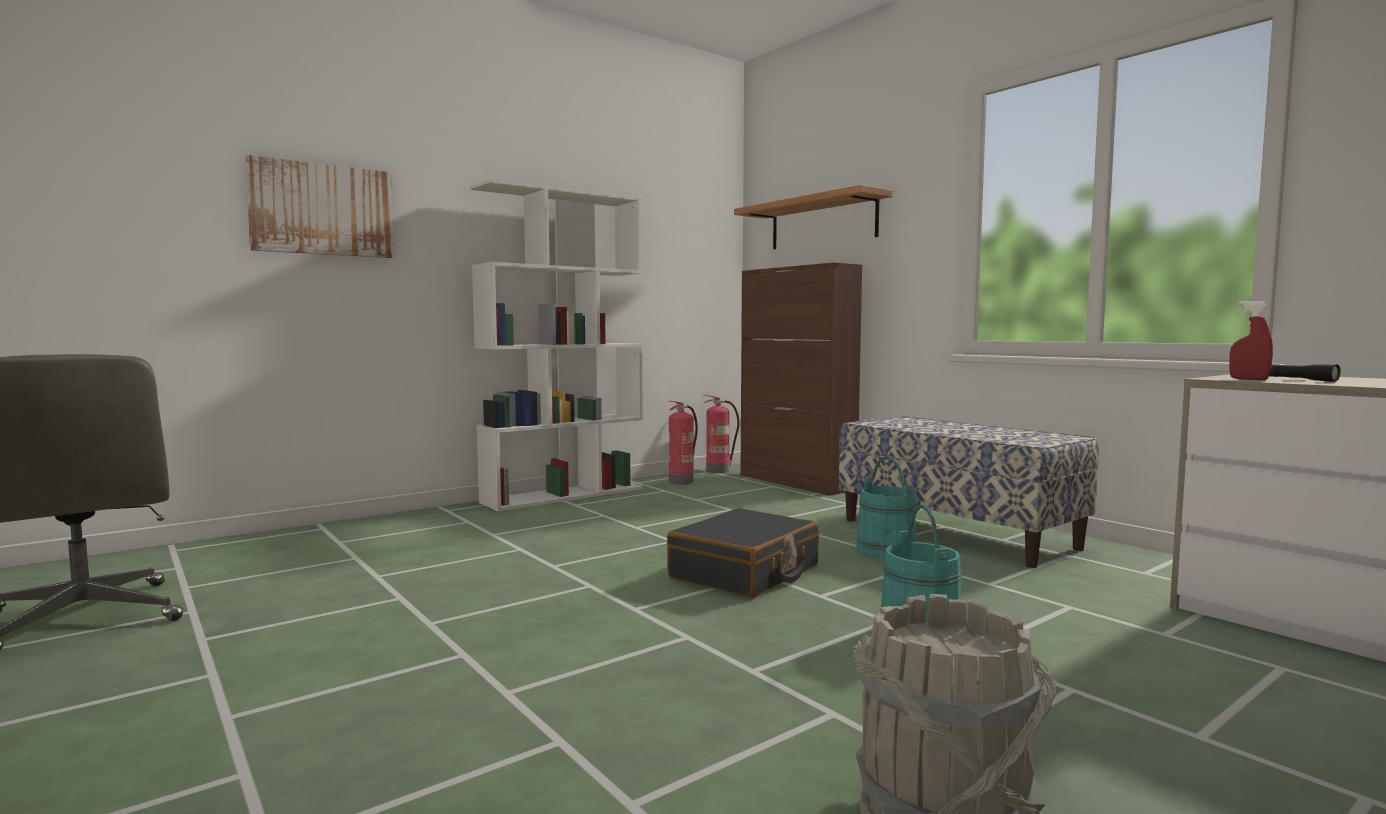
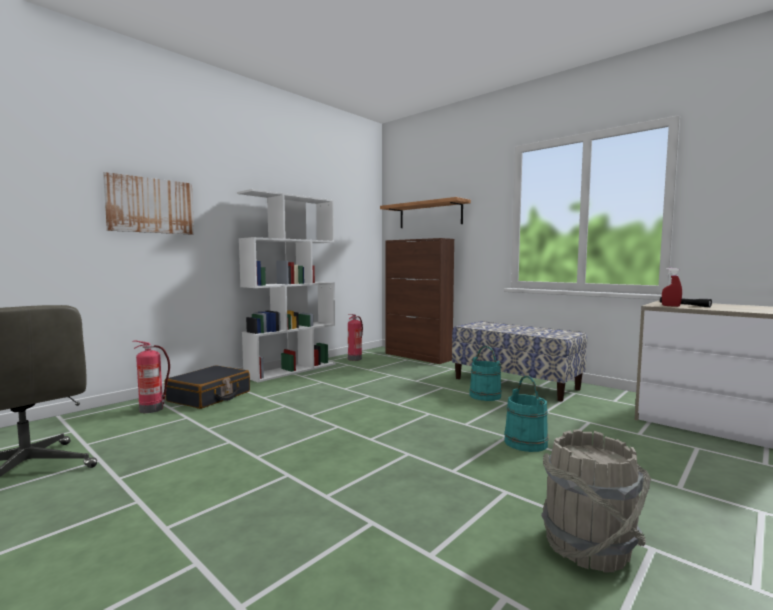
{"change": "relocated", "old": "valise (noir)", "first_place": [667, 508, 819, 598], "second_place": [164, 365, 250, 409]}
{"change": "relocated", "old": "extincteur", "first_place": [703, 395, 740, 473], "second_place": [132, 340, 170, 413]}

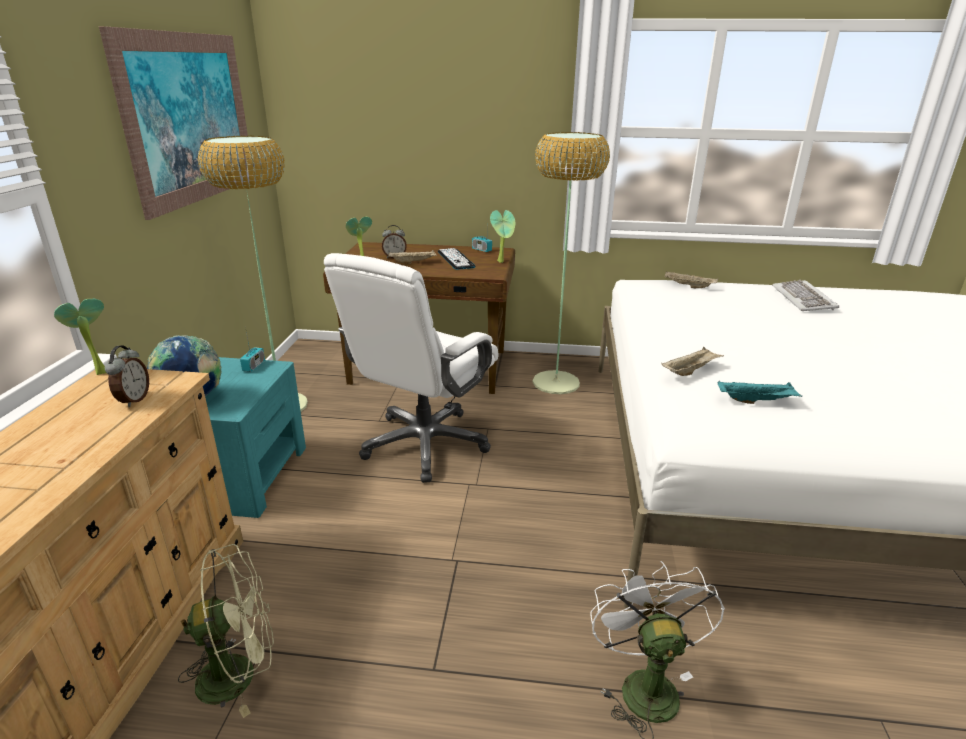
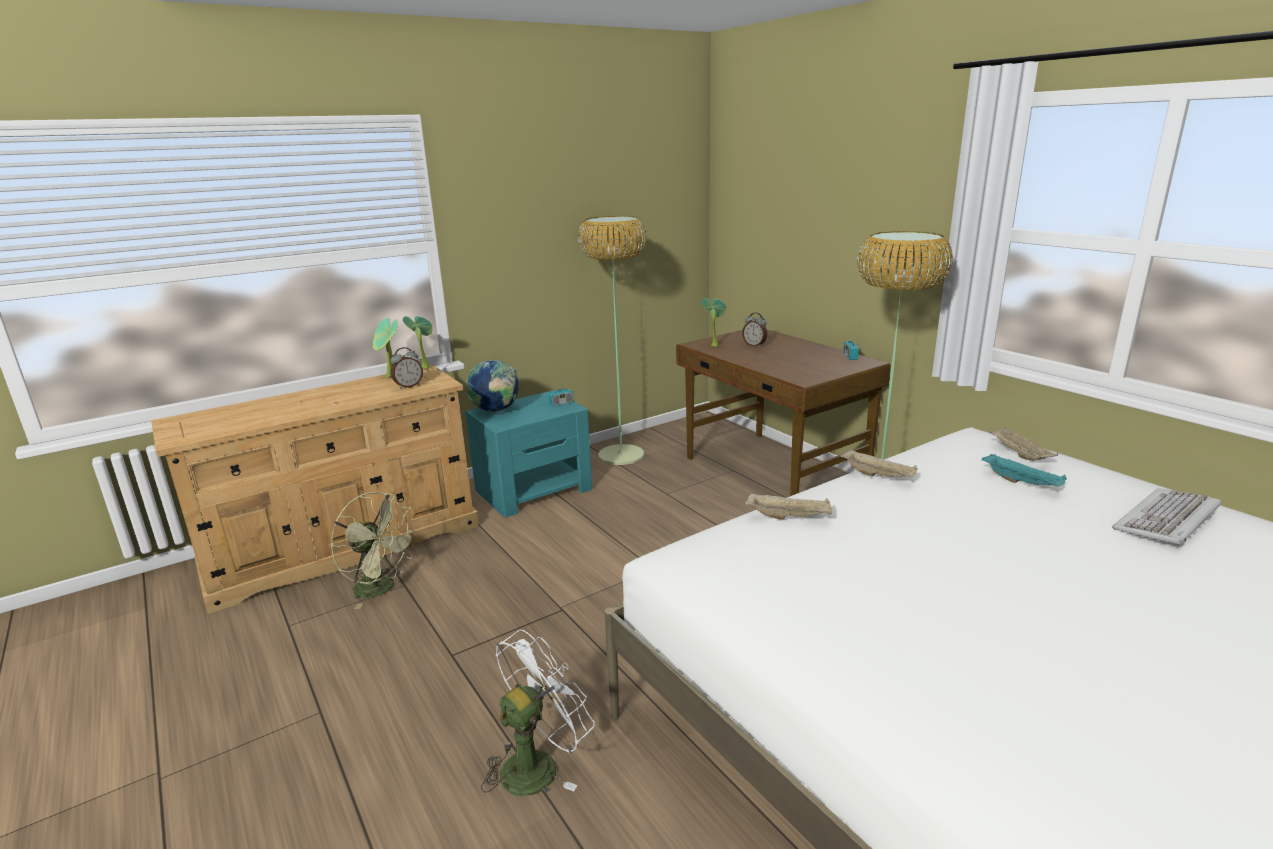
{"change": "missing", "old": "tableau", "first_place": [99, 26, 250, 220]}
{"change": "missing", "old": "chaise de bureau (blanc)", "first_place": [324, 253, 498, 483]}
{"change": "missing", "old": "clavier", "first_place": [438, 248, 476, 270]}
{"change": "relocated", "old": "plateau (beige)", "first_place": [388, 250, 437, 264], "second_place": [840, 449, 918, 477]}
{"change": "relocated", "old": "plante en pot", "first_place": [490, 210, 515, 263], "second_place": [373, 318, 398, 378]}
{"change": "relocated", "old": "plateau (turquoise)", "first_place": [718, 381, 803, 404], "second_place": [982, 454, 1067, 487]}

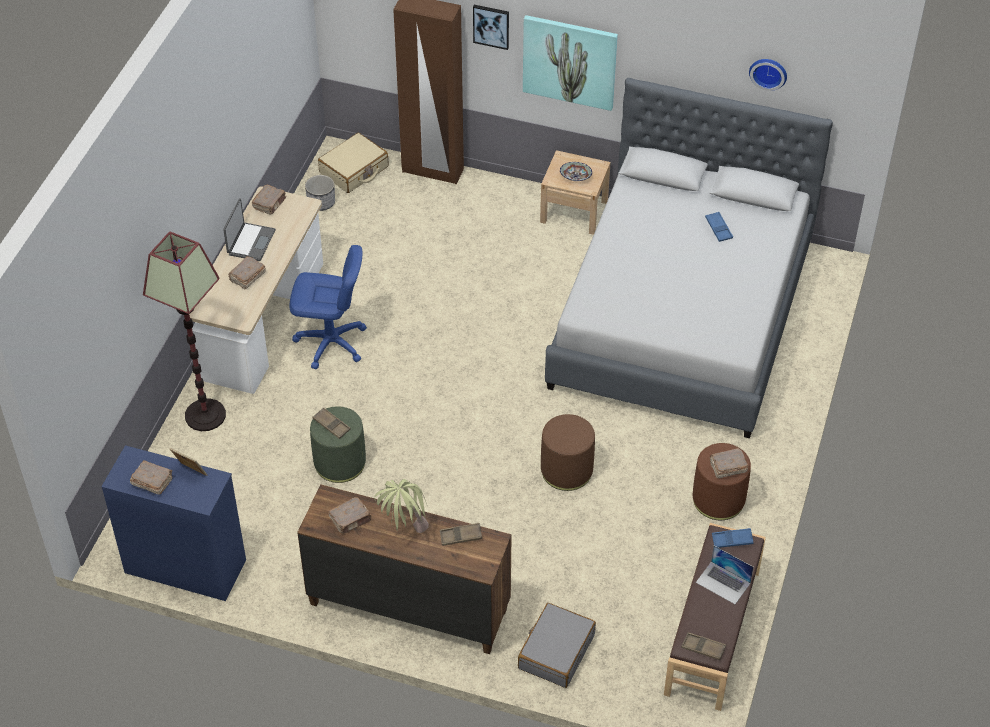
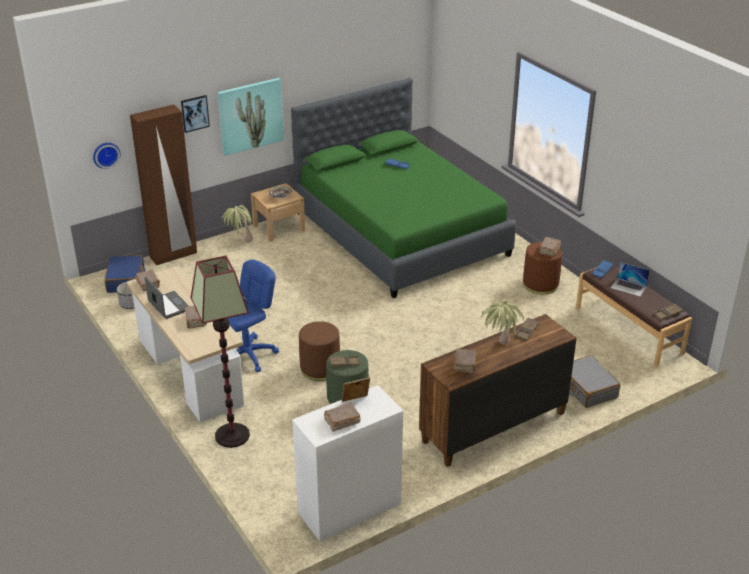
{"change": "appeared", "new": "plante en pot", "second_place": [221, 205, 253, 242]}
{"change": "relocated", "old": "pouf (marron)", "first_place": [541, 414, 595, 491], "second_place": [299, 321, 340, 381]}
{"change": "relocated", "old": "horloge murale", "first_place": [749, 59, 787, 91], "second_place": [93, 143, 120, 169]}
{"change": "colour", "old": "commode (bleu)", "new": "commode (blanc)", "first_place": [101, 445, 246, 601], "second_place": [292, 385, 404, 541]}
{"change": "colour", "old": "valise (beige)", "new": "valise (bleu)", "first_place": [318, 133, 388, 193], "second_place": [105, 255, 145, 293]}
{"change": "colour", "old": "lit (gris)", "new": "lit (vert)", "first_place": [545, 78, 833, 438], "second_place": [291, 78, 516, 298]}
{"change": "spun", "old": "ordinateur portable", "first_place": [696, 546, 754, 604], "second_place": [611, 262, 650, 296], "degrees": 45}

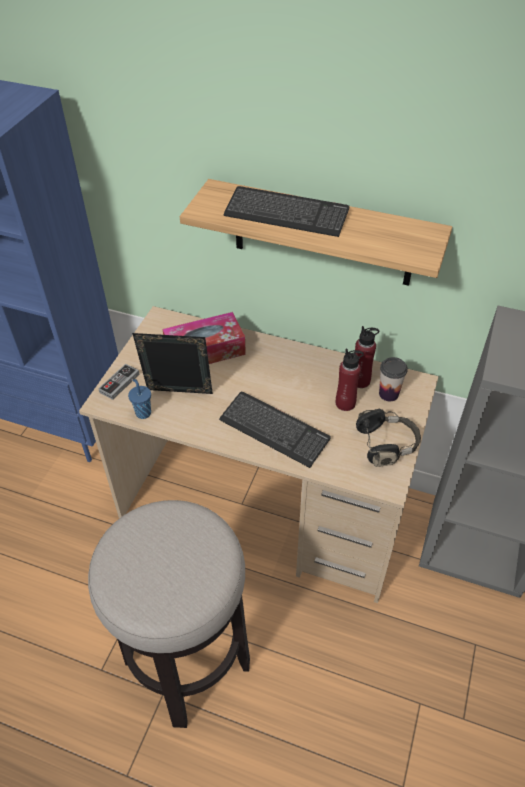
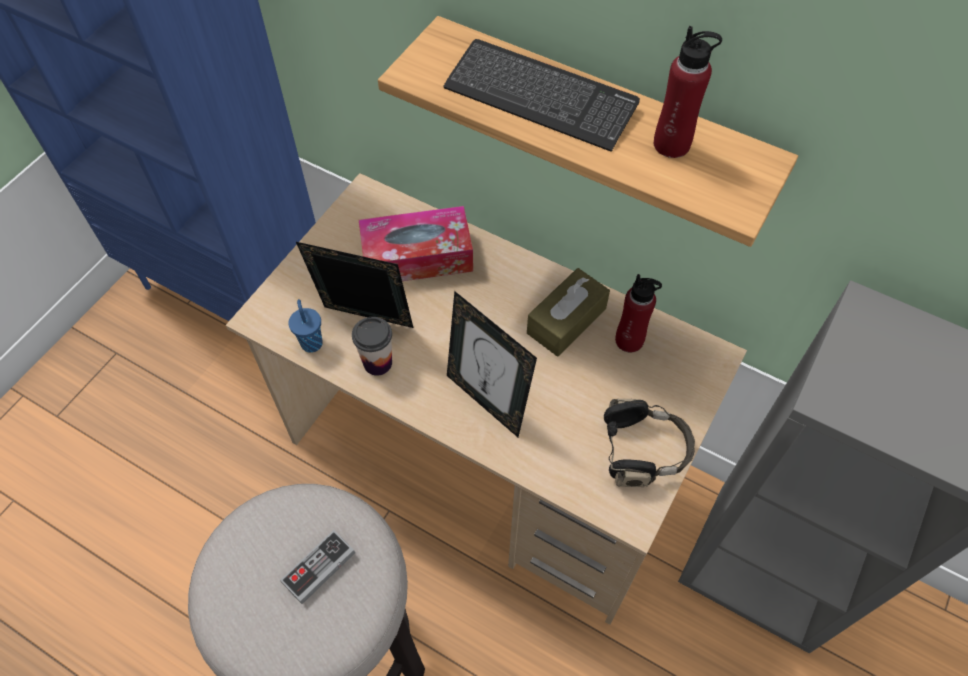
{"change": "appeared", "new": "boîte à mouchoirs (marron)", "second_place": [527, 268, 610, 357]}
{"change": "relocated", "old": "manette", "first_place": [98, 364, 140, 400], "second_place": [280, 530, 355, 604]}
{"change": "relocated", "old": "bouteille (rouge)", "first_place": [336, 349, 364, 411], "second_place": [654, 26, 722, 158]}
{"change": "relocated", "old": "tasse", "first_place": [379, 357, 408, 401], "second_place": [352, 317, 392, 376]}
{"change": "exchanged", "old": "clavier", "new": "cadre photo", "first_place": [219, 392, 331, 468], "second_place": [447, 291, 537, 437]}

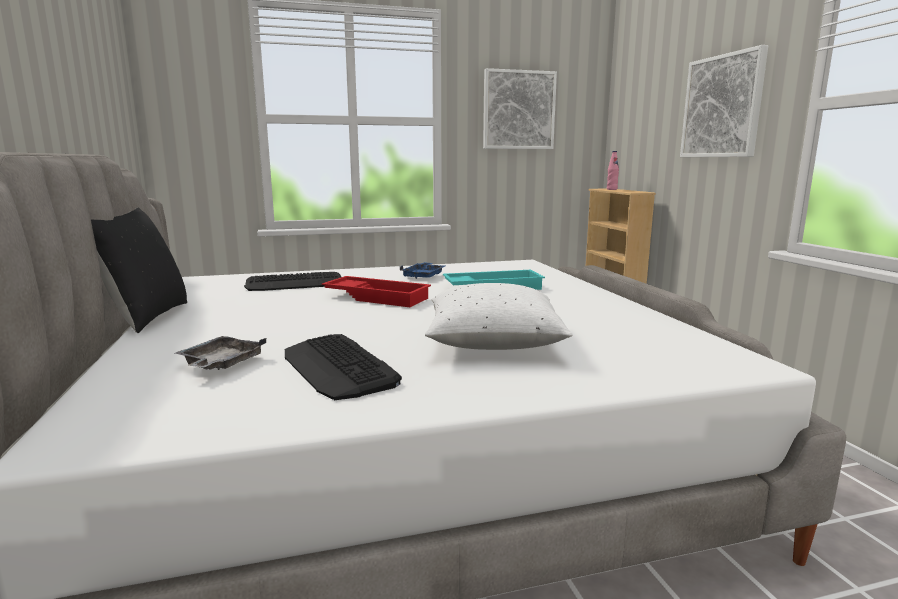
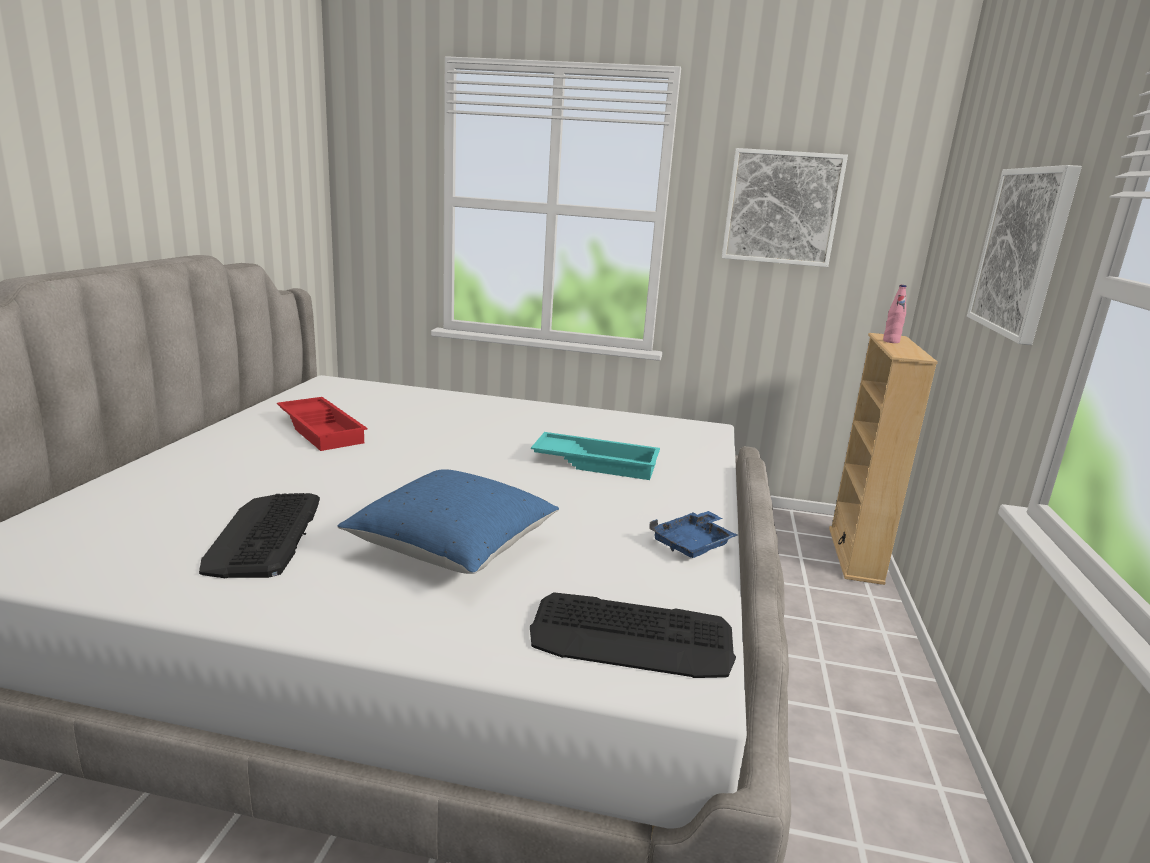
{"change": "missing", "old": "coussin (noir)", "first_place": [91, 207, 187, 333]}
{"change": "missing", "old": "plateau (gris)", "first_place": [175, 336, 266, 370]}
{"change": "relocated", "old": "clavier", "first_place": [244, 272, 341, 291], "second_place": [530, 592, 736, 678]}
{"change": "relocated", "old": "plateau (rouge)", "first_place": [322, 276, 431, 307], "second_place": [277, 397, 367, 451]}
{"change": "relocated", "old": "plateau (bleu)", "first_place": [400, 262, 445, 279], "second_place": [649, 511, 738, 558]}
{"change": "colour", "old": "coussin (blanc)", "new": "coussin (bleu)", "first_place": [425, 283, 573, 350], "second_place": [338, 469, 559, 574]}

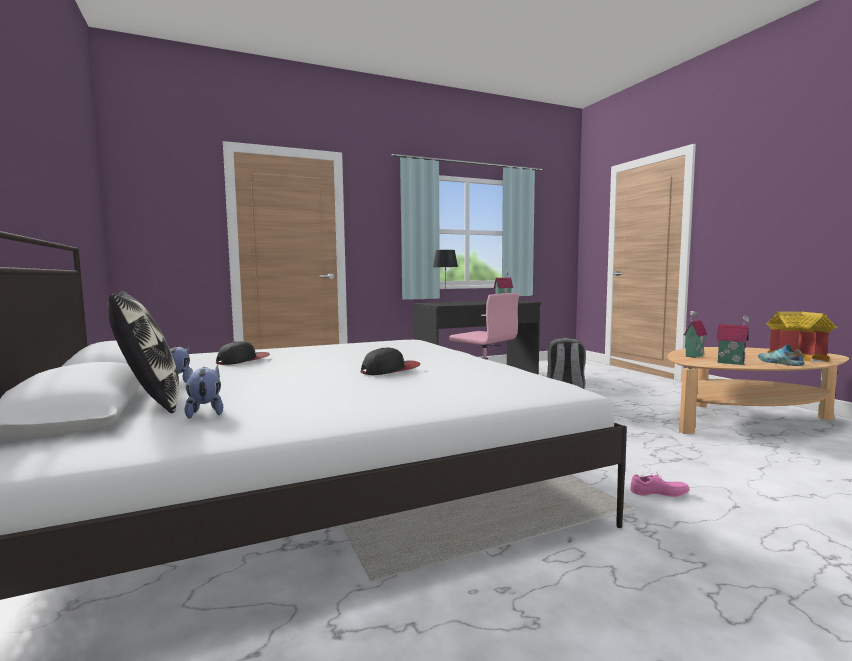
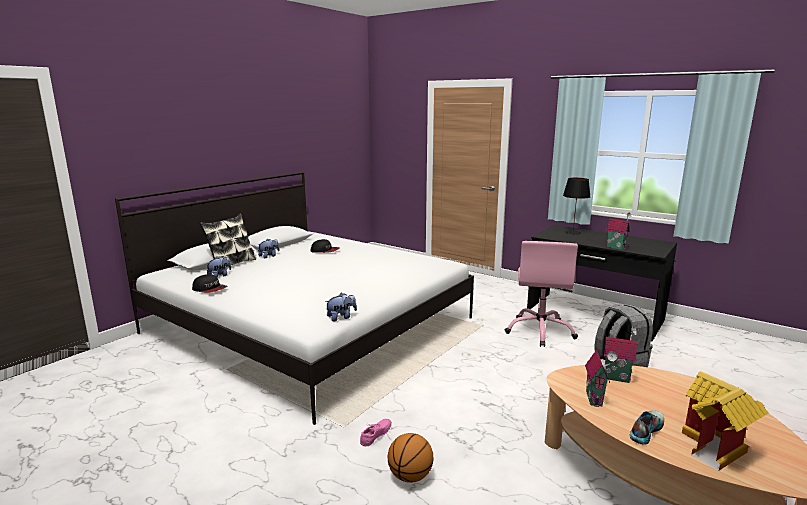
{"change": "appeared", "new": "peluche", "second_place": [325, 293, 357, 322]}
{"change": "appeared", "new": "ballon de basket", "second_place": [388, 433, 433, 483]}
{"change": "relocated", "old": "casquette", "first_place": [361, 347, 420, 375], "second_place": [192, 274, 227, 293]}
{"change": "spun", "old": "chaussure (rose)", "first_place": [631, 472, 689, 497], "second_place": [360, 419, 392, 446], "degrees": -120}

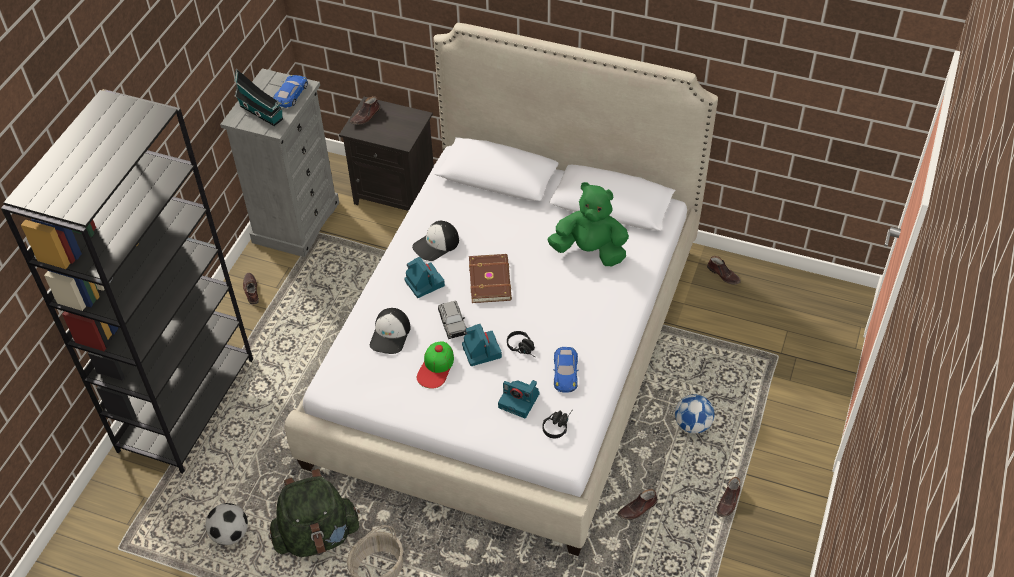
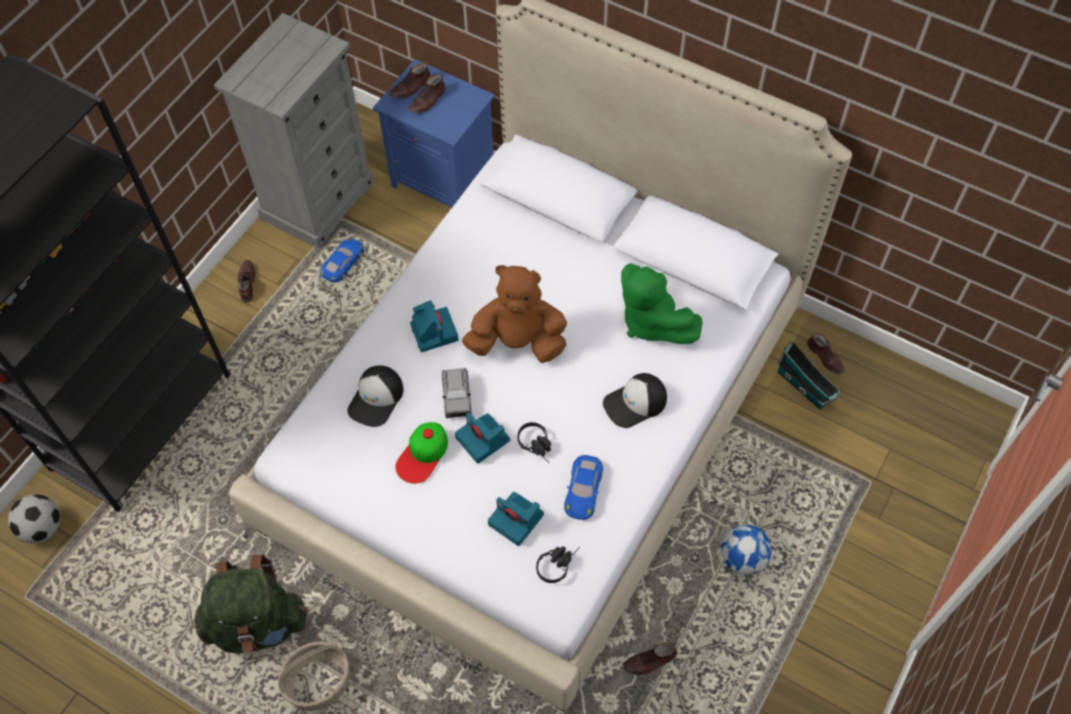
{"change": "relocated", "old": "ballon de foot", "first_place": [205, 503, 248, 545], "second_place": [8, 494, 61, 543]}
{"change": "relocated", "old": "maison miniature", "first_place": [235, 69, 284, 126], "second_place": [777, 340, 840, 410]}
{"change": "relocated", "old": "petite voiture (bleu)", "first_place": [273, 75, 308, 108], "second_place": [320, 239, 364, 282]}
{"change": "relocated", "old": "casquette", "first_place": [412, 221, 459, 261], "second_place": [603, 373, 667, 428]}
{"change": "relocated", "old": "chaussure (marron)", "first_place": [717, 477, 740, 517], "second_place": [408, 74, 446, 113]}
{"change": "exchanged", "old": "livre (marron)", "new": "peluche (marron)", "first_place": [469, 254, 512, 303], "second_place": [462, 265, 567, 363]}
{"change": "colour", "old": "table de chevet (noir)", "new": "table de chevet (bleu)", "first_place": [339, 97, 434, 211], "second_place": [373, 59, 495, 208]}
{"change": "spun", "old": "appareil photo", "first_place": [462, 324, 502, 366], "second_place": [455, 412, 510, 464], "degrees": 150}
{"change": "spun", "old": "peluche (vert)", "first_place": [547, 182, 629, 266], "second_place": [621, 263, 703, 344], "degrees": -150}

